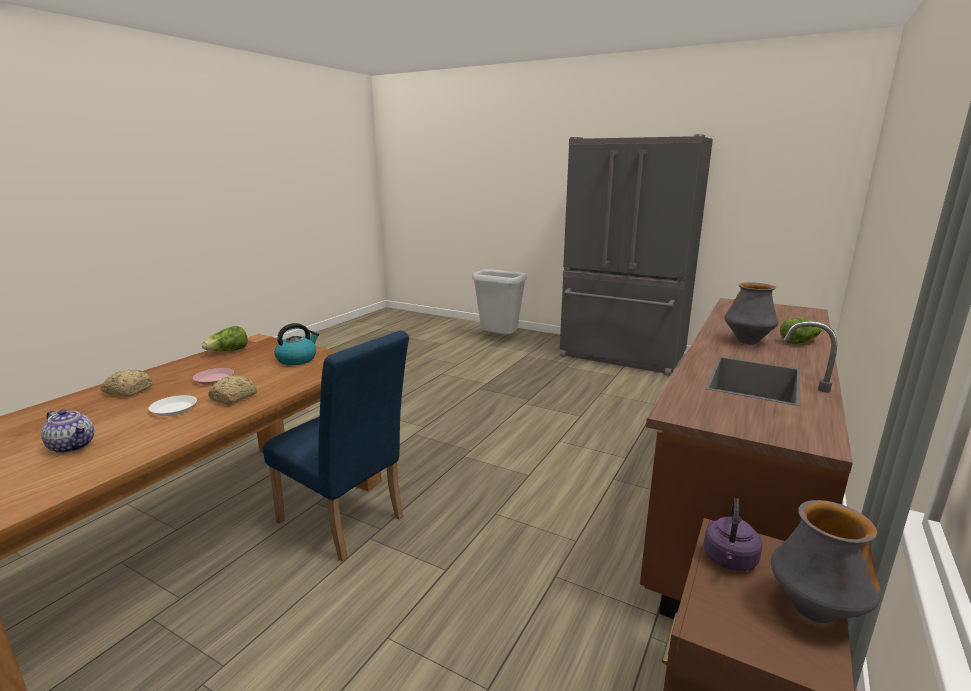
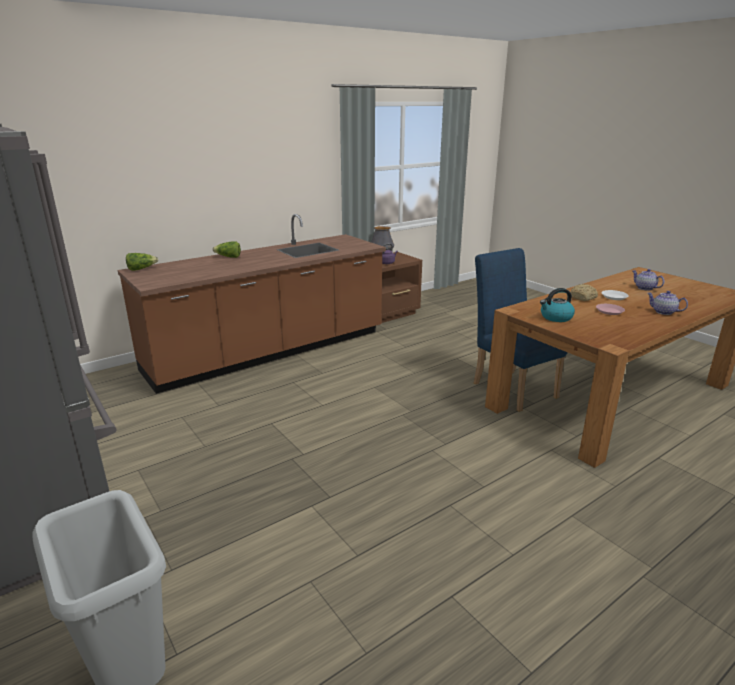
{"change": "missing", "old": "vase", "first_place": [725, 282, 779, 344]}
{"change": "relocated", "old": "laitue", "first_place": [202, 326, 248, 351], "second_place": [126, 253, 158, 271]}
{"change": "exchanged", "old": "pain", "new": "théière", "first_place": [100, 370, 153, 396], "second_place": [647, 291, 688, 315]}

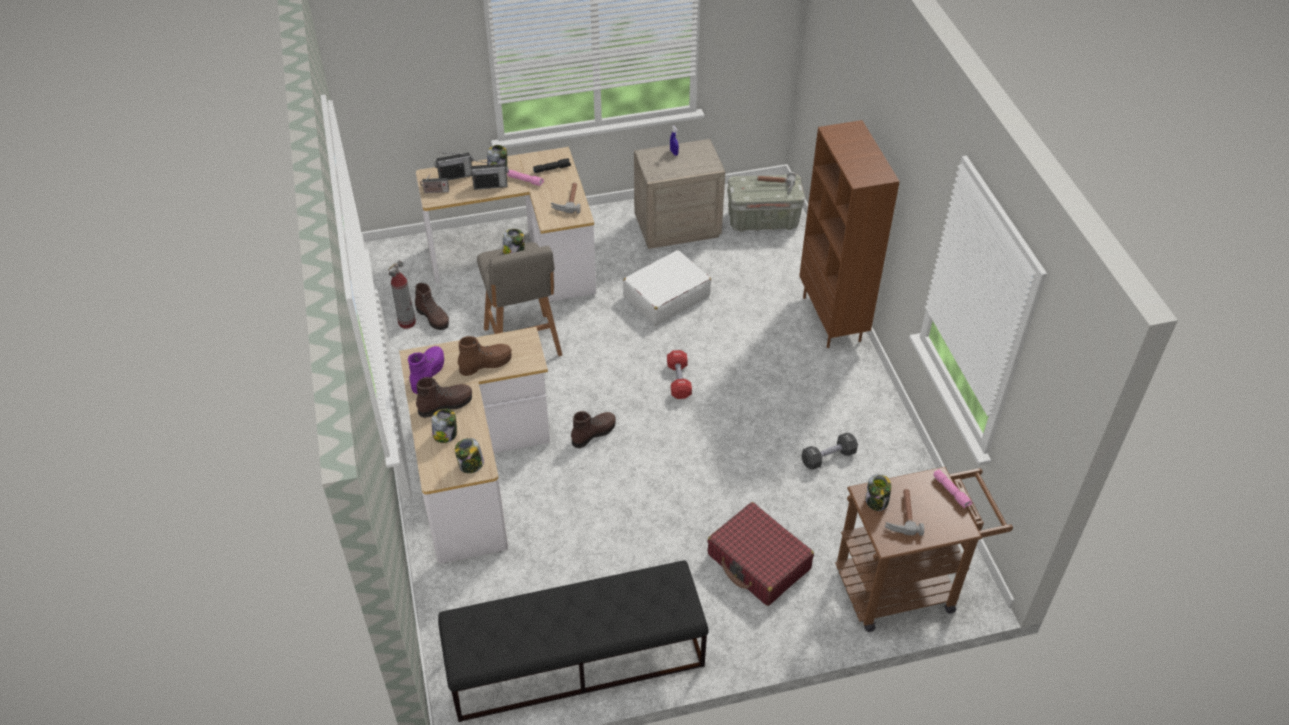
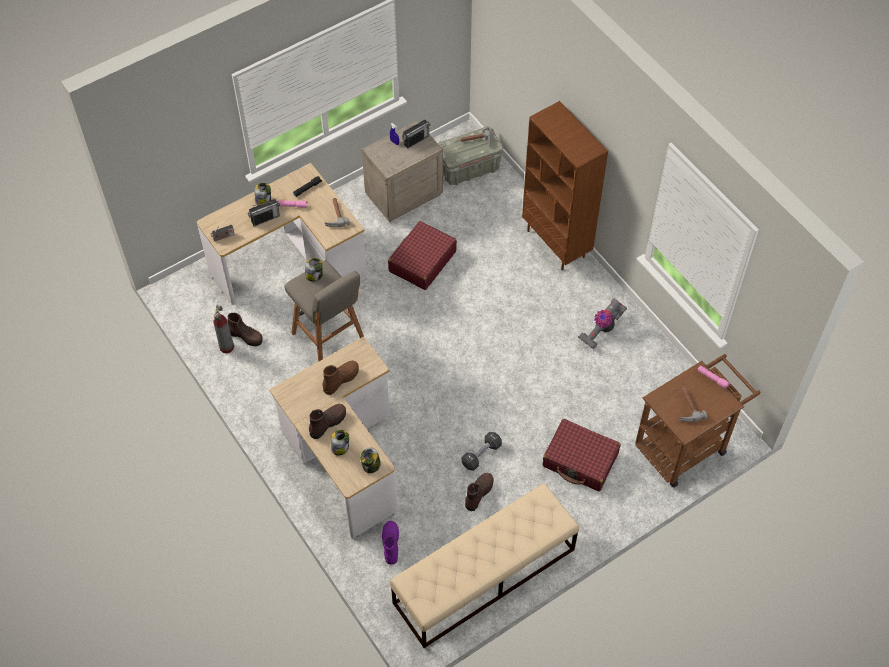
{"change": "missing", "old": "haltère (rouge)", "first_place": [667, 350, 692, 399]}
{"change": "missing", "old": "bocal", "first_place": [866, 474, 891, 511]}
{"change": "appeared", "new": "aspirateur", "second_place": [578, 299, 627, 349]}
{"change": "relocated", "old": "botte (violet)", "first_place": [408, 346, 444, 394], "second_place": [382, 521, 399, 565]}
{"change": "relocated", "old": "radio", "first_place": [434, 152, 474, 180], "second_place": [403, 120, 431, 149]}
{"change": "relocated", "old": "botte (marron)", "first_place": [571, 411, 616, 448], "second_place": [465, 473, 494, 511]}
{"change": "relocated", "old": "haltère (noir)", "first_place": [802, 433, 858, 470], "second_place": [462, 432, 502, 471]}
{"change": "colour", "old": "banc (noir)", "new": "banc (beige)", "first_place": [438, 561, 709, 722], "second_place": [390, 484, 579, 648]}
{"change": "colour", "old": "valise (blanc)", "new": "valise (rouge)", "first_place": [623, 250, 711, 325], "second_place": [388, 221, 457, 290]}

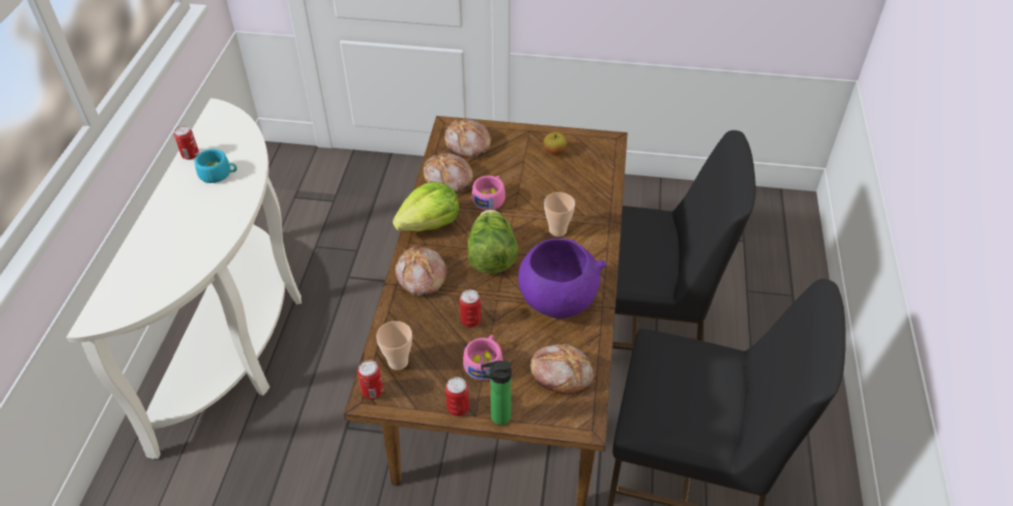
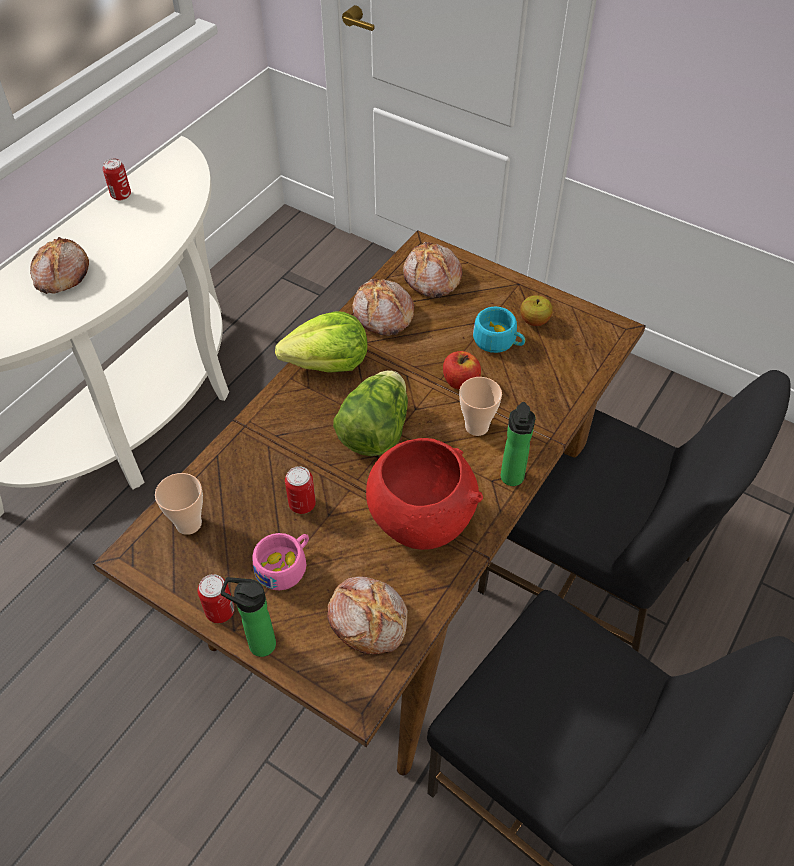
{"change": "missing", "old": "boîte métallique", "first_place": [357, 360, 383, 399]}
{"change": "missing", "old": "tasse (rose)", "first_place": [472, 175, 505, 210]}
{"change": "appeared", "new": "pomme", "second_place": [443, 351, 481, 390]}
{"change": "appeared", "new": "bouteille", "second_place": [501, 402, 536, 486]}
{"change": "relocated", "old": "tasse (turquoise)", "first_place": [195, 149, 237, 183], "second_place": [473, 307, 525, 353]}
{"change": "relocated", "old": "pain", "first_place": [395, 246, 447, 297], "second_place": [30, 237, 89, 294]}
{"change": "colour", "old": "bol (violet)", "new": "bol (rouge)", "first_place": [518, 238, 606, 318], "second_place": [366, 438, 483, 550]}

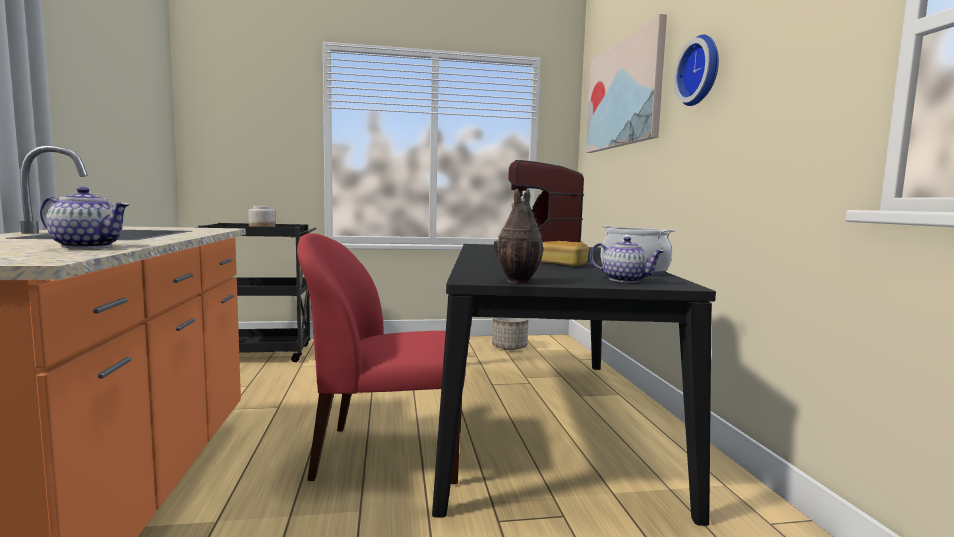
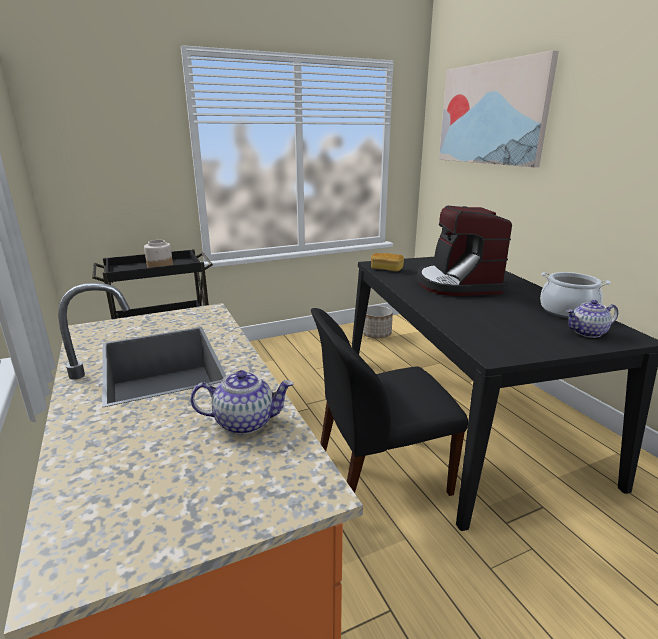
{"change": "missing", "old": "vase", "first_place": [497, 188, 543, 283]}
{"change": "missing", "old": "horloge murale", "first_place": [674, 34, 719, 106]}
{"change": "relocated", "old": "pain", "first_place": [541, 241, 589, 266], "second_place": [371, 253, 404, 271]}
{"change": "colour", "old": "chaise (rouge)", "new": "chaise (noir)", "first_place": [297, 233, 465, 484], "second_place": [311, 308, 468, 496]}
{"change": "spun", "old": "théière", "first_place": [590, 237, 665, 283], "second_place": [566, 300, 618, 338], "degrees": 150}

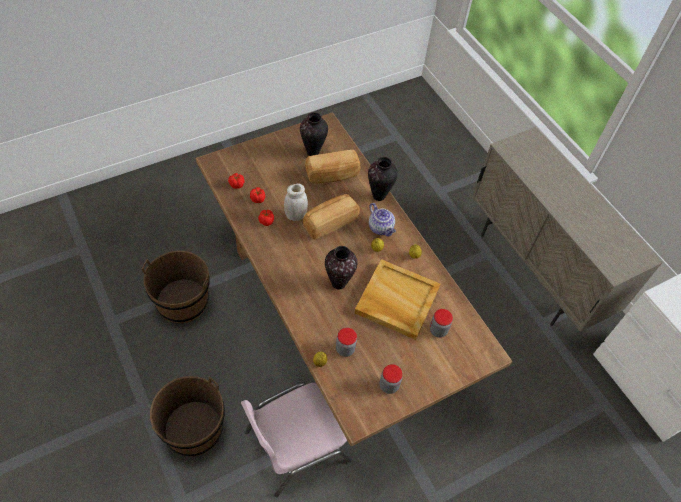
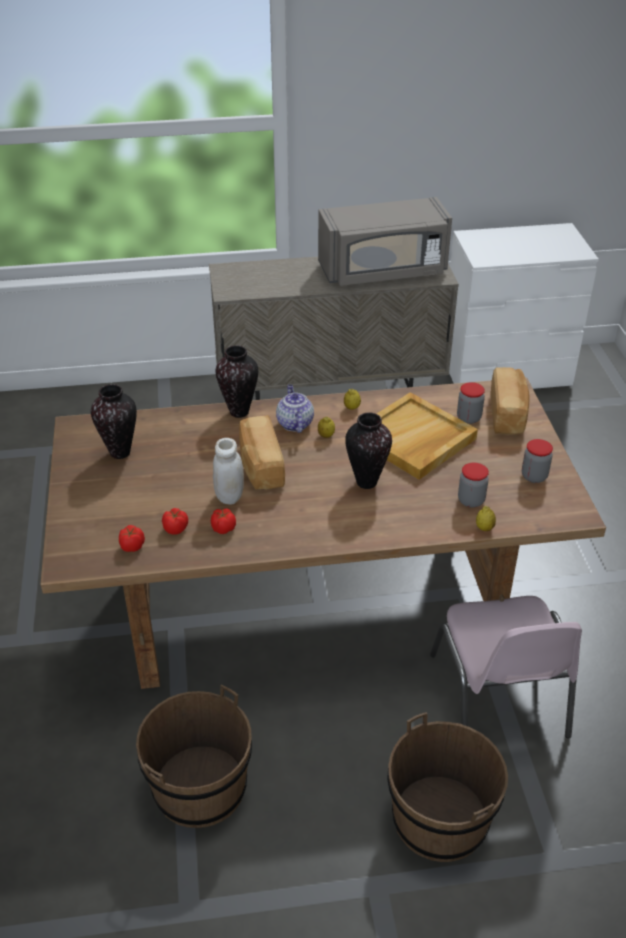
{"change": "appeared", "new": "micro-ondes (gris)", "second_place": [318, 197, 452, 286]}
{"change": "relocated", "old": "pain", "first_place": [305, 150, 360, 184], "second_place": [491, 367, 529, 435]}
{"change": "spun", "old": "théière", "first_place": [369, 203, 396, 236], "second_place": [276, 385, 314, 433], "degrees": -90}

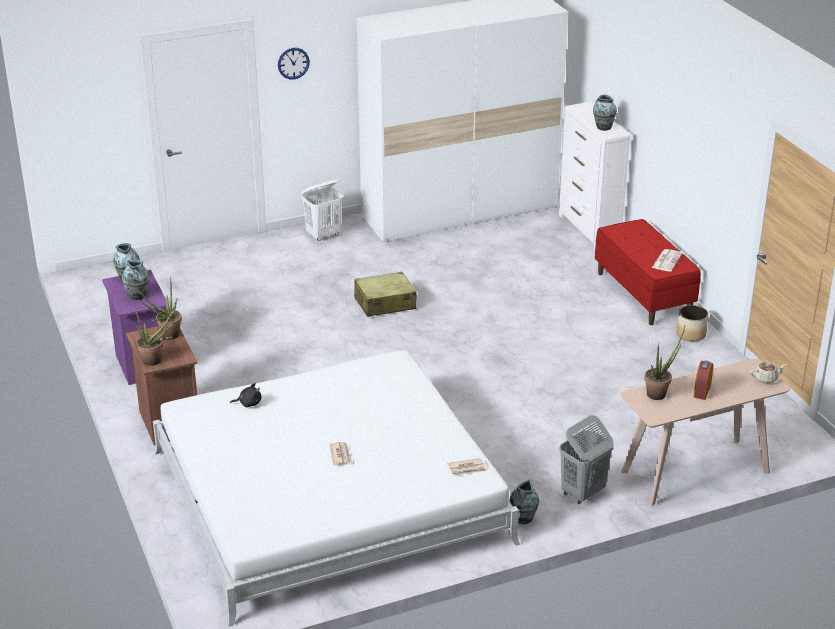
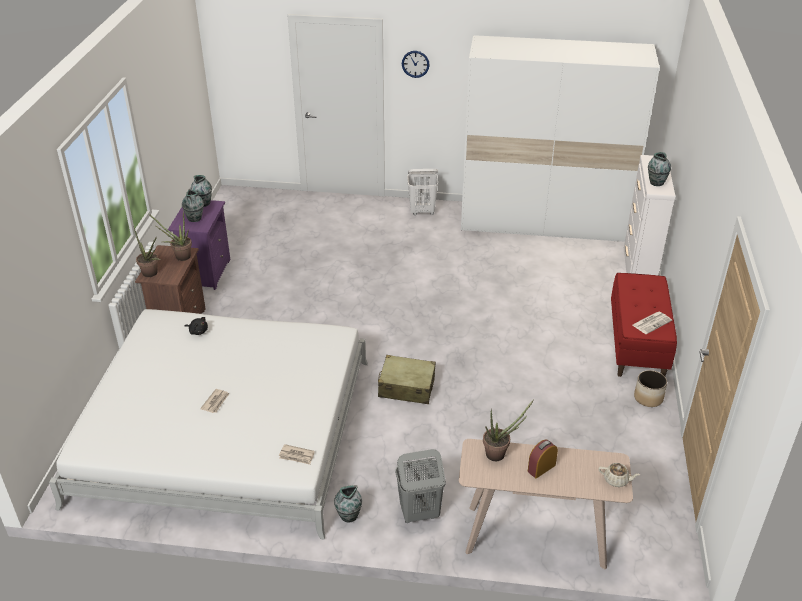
{"change": "relocated", "old": "valise (beige)", "first_place": [354, 272, 417, 317], "second_place": [378, 355, 436, 404]}

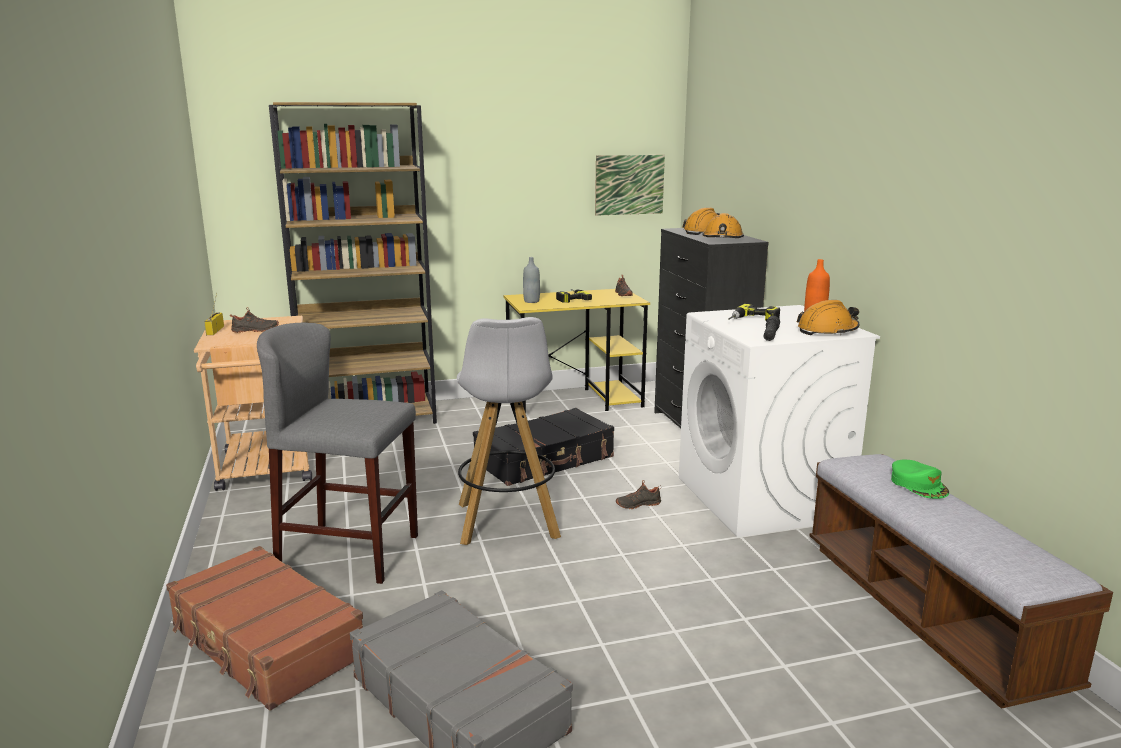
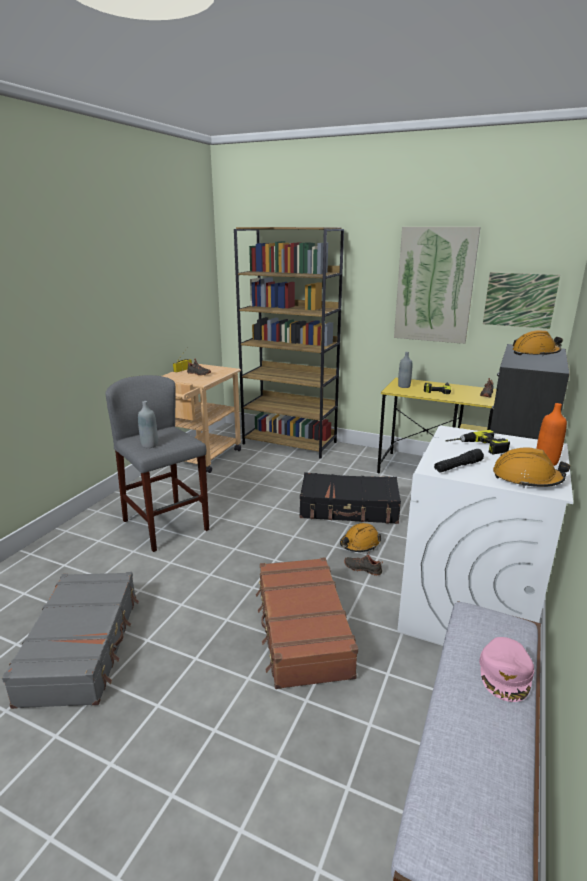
{"change": "missing", "old": "tabouret (blanc)", "first_place": [457, 317, 561, 545]}
{"change": "appeared", "new": "bouteille (gris)", "second_place": [138, 401, 158, 448]}
{"change": "appeared", "new": "tableau", "second_place": [394, 227, 481, 344]}
{"change": "relocated", "old": "valise (marron)", "first_place": [166, 546, 363, 711], "second_place": [256, 557, 358, 689]}
{"change": "relocated", "old": "casque de chantier (orange)", "first_place": [702, 213, 744, 238], "second_place": [340, 523, 381, 552]}
{"change": "colour", "old": "casquette (vert)", "new": "casquette (rose)", "first_place": [891, 460, 949, 499], "second_place": [479, 637, 534, 702]}

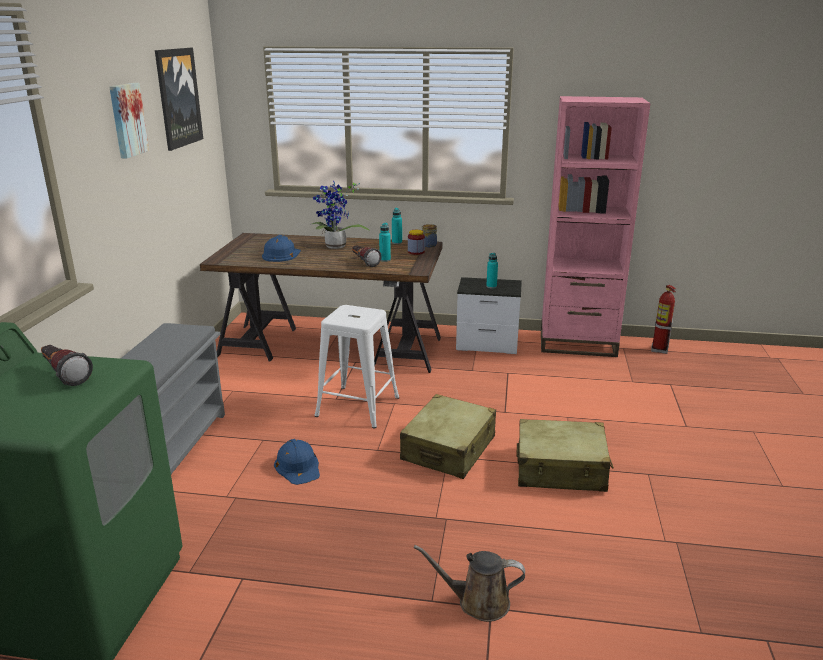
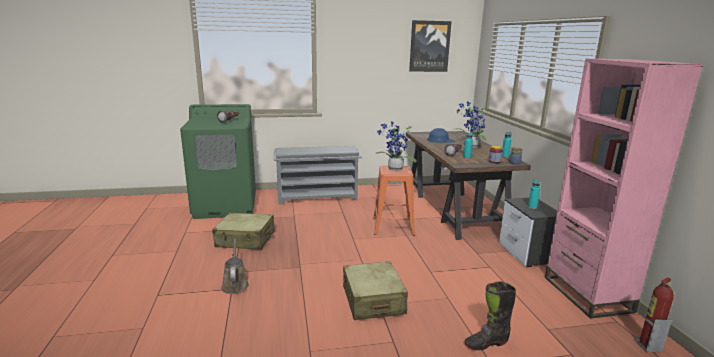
{"change": "missing", "old": "tableau", "first_place": [109, 83, 149, 159]}
{"change": "missing", "old": "casque de chantier (bleu)", "first_place": [274, 439, 320, 485]}
{"change": "appeared", "new": "plante en pot", "second_place": [375, 121, 417, 171]}
{"change": "appeared", "new": "botte (noir)", "second_place": [465, 281, 516, 350]}
{"change": "relocated", "old": "valise (beige)", "first_place": [400, 394, 496, 479], "second_place": [212, 213, 275, 250]}
{"change": "colour", "old": "tabouret (blanc)", "new": "tabouret (orange)", "first_place": [315, 305, 400, 429], "second_place": [373, 166, 415, 236]}

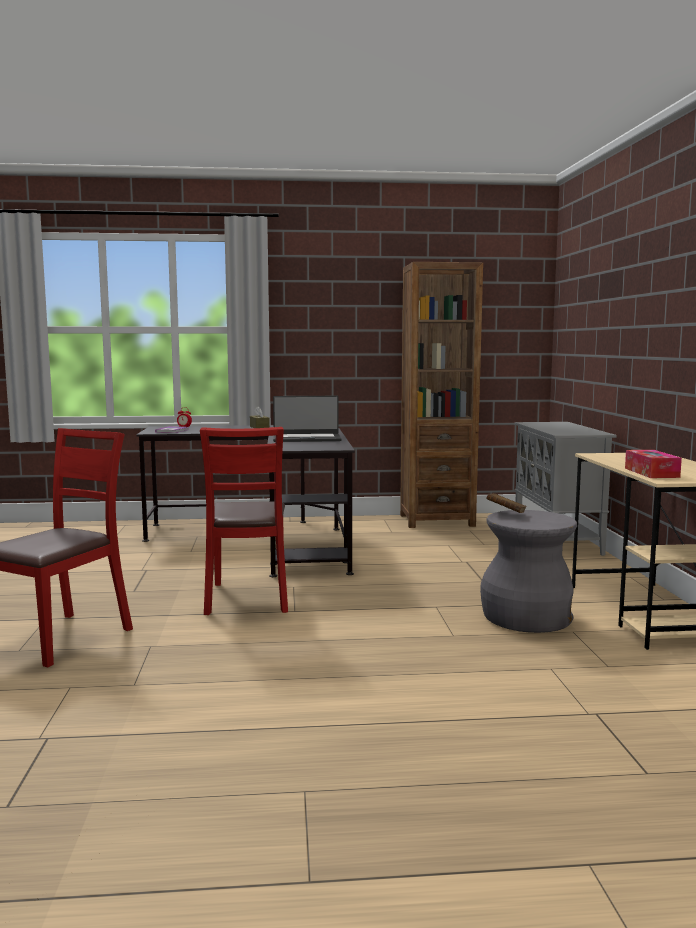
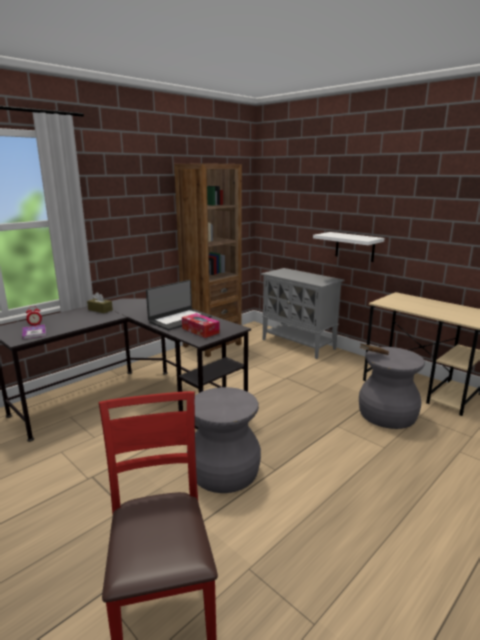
{"change": "appeared", "new": "étagère (blanc)", "second_place": [313, 232, 384, 262]}
{"change": "relocated", "old": "boîte à mouchoirs", "first_place": [625, 450, 682, 478], "second_place": [182, 313, 220, 338]}
{"change": "exchanged", "old": "chaise (rouge)", "new": "tabouret (gris)", "first_place": [200, 427, 288, 615], "second_place": [195, 387, 261, 493]}

